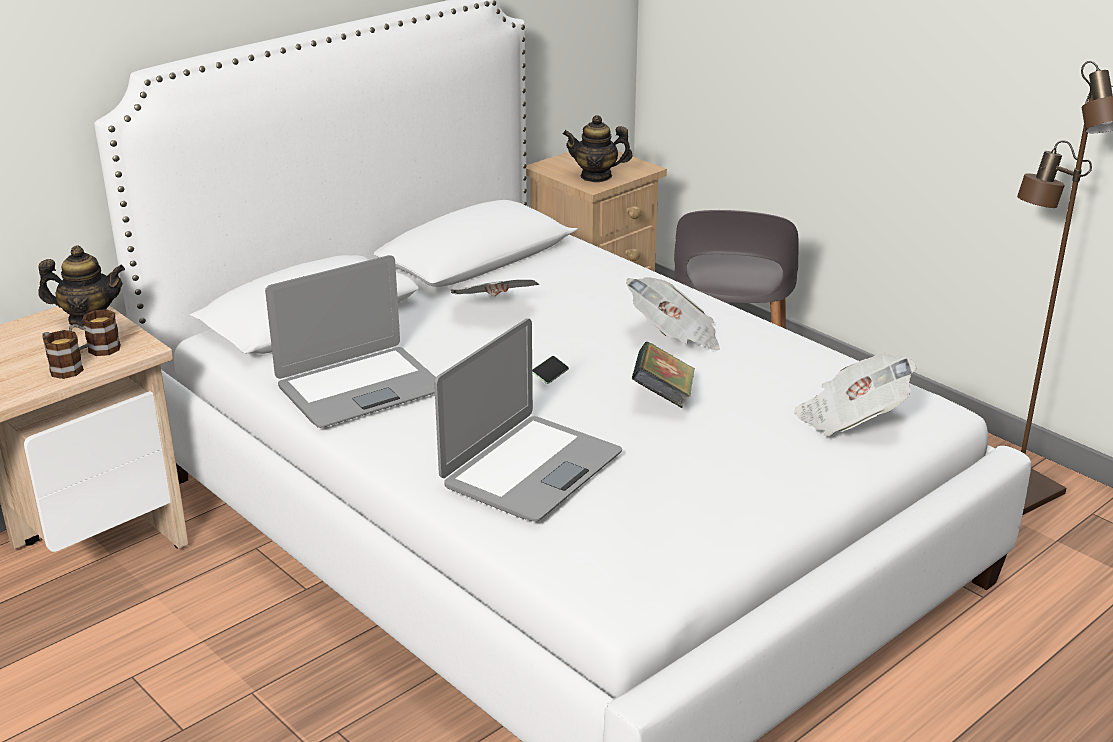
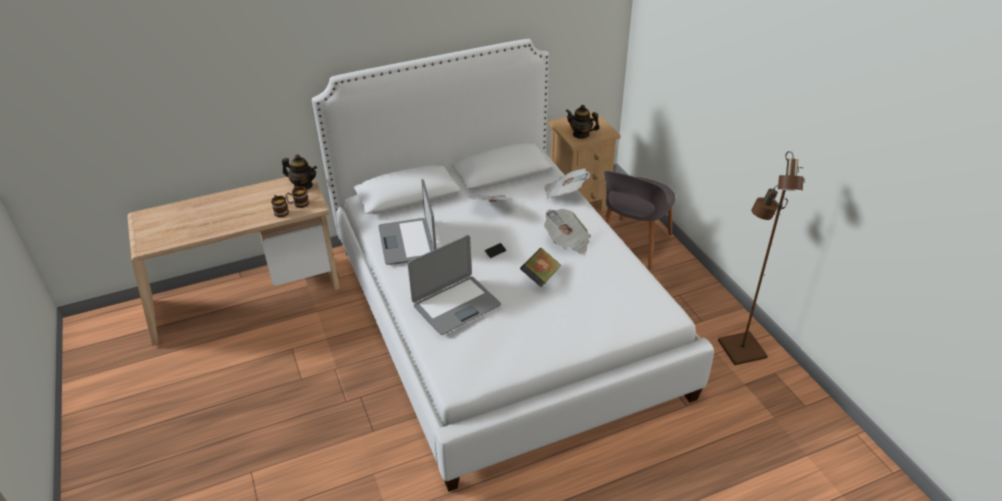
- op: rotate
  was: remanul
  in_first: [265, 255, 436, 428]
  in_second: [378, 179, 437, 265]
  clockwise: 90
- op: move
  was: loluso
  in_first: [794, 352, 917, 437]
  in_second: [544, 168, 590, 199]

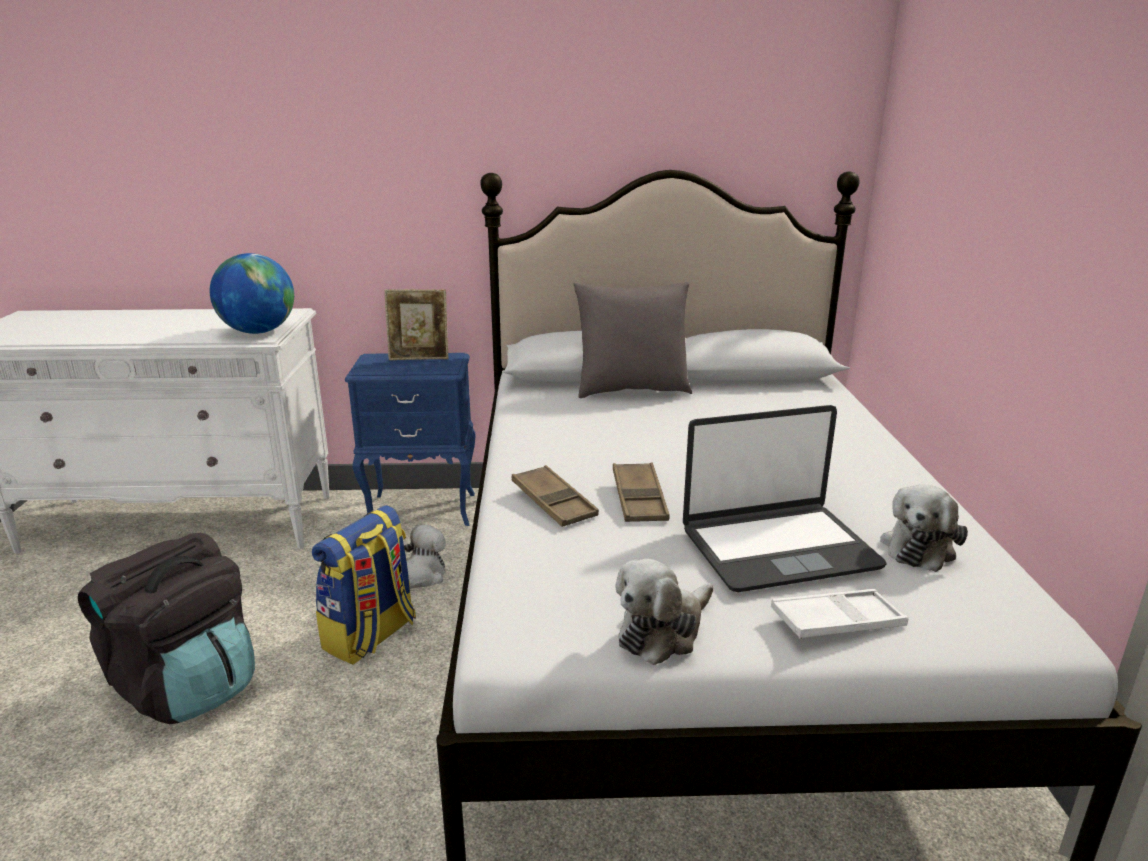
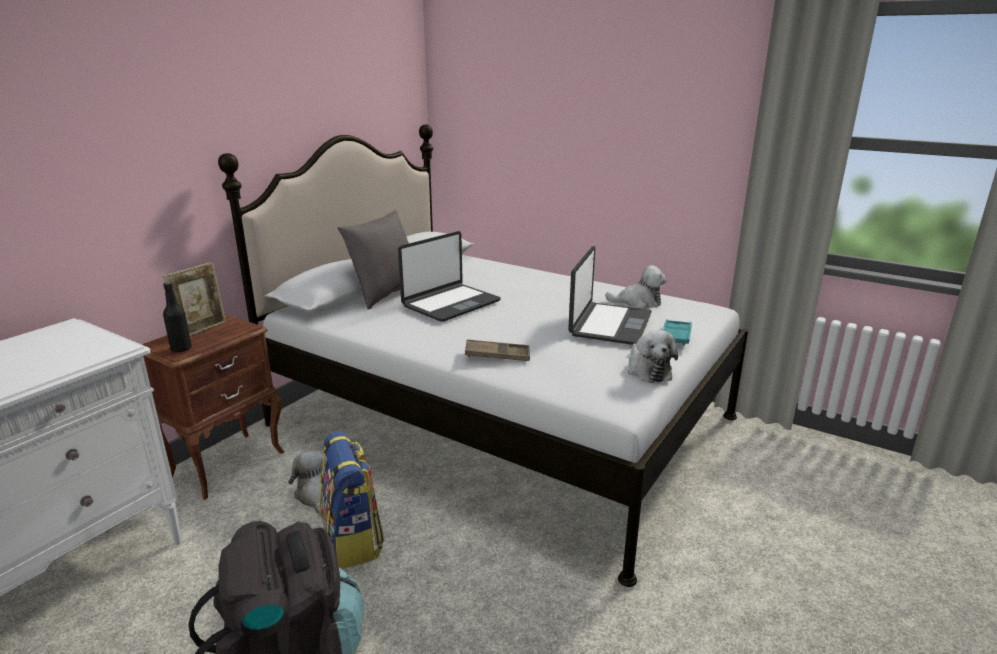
- op: delete
  was: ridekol
  in_first: [210, 253, 294, 334]
- op: recolor
  was: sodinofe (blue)
  now: sodinofe (brown)
  in_first: [345, 353, 476, 526]
  in_second: [142, 314, 284, 500]
- op: delete
  was: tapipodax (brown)
  in_first: [613, 463, 670, 522]
- op: rotate
  was: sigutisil
  in_first: [880, 484, 968, 572]
  in_second: [605, 265, 667, 309]
  clockwise: -60
- op: recolor
  was: tapipodax (white)
  now: tapipodax (turquoise)
  in_first: [771, 589, 908, 639]
  in_second: [663, 320, 692, 346]
- op: insert
  now: remanul
  in_second: [398, 231, 501, 322]
- op: insert
  now: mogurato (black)
  in_second: [163, 282, 192, 353]

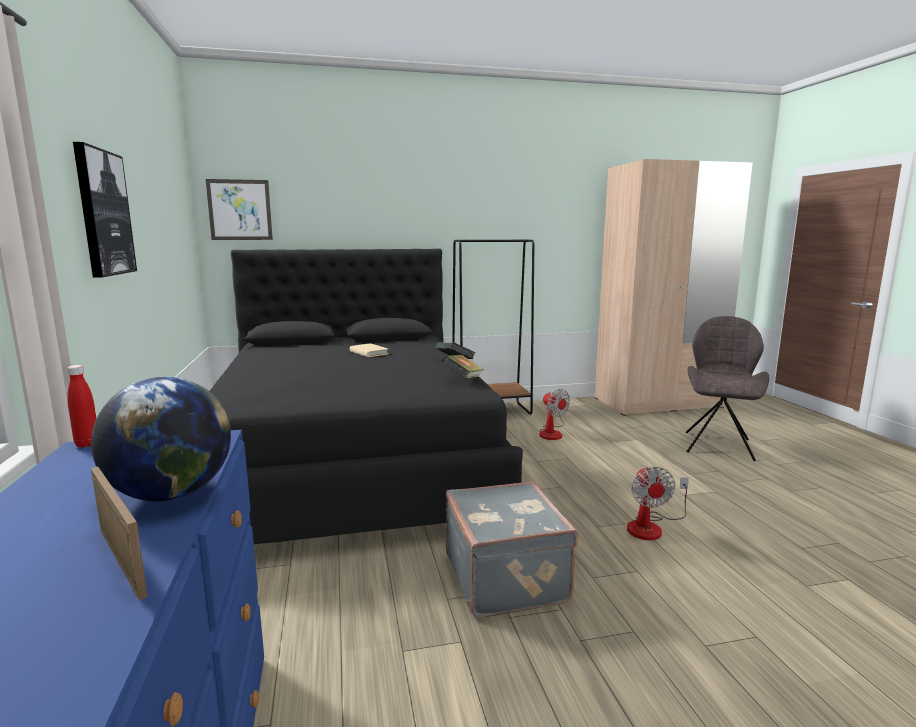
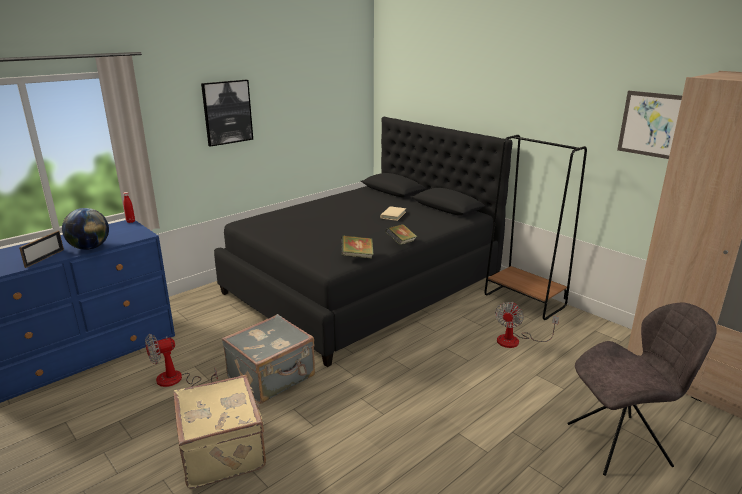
- op: move
  was: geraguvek
  in_first: [206, 179, 273, 240]
  in_second: [617, 91, 682, 159]
- op: move
  was: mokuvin
  in_first: [627, 467, 689, 540]
  in_second: [145, 334, 218, 387]
- op: insert
  now: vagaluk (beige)
  in_second: [173, 375, 266, 489]

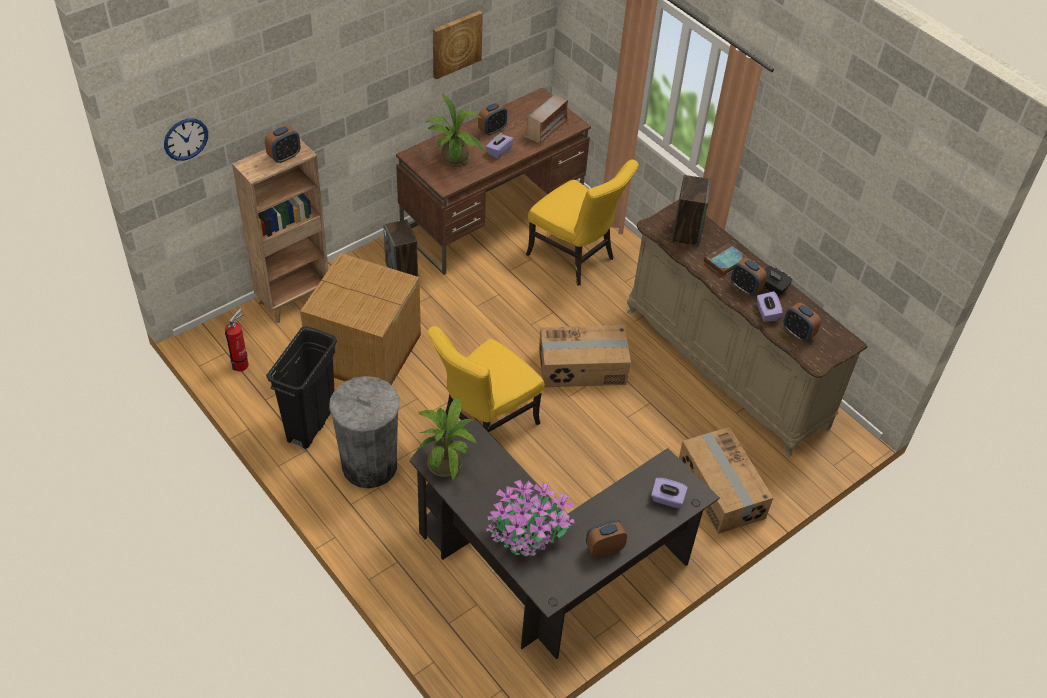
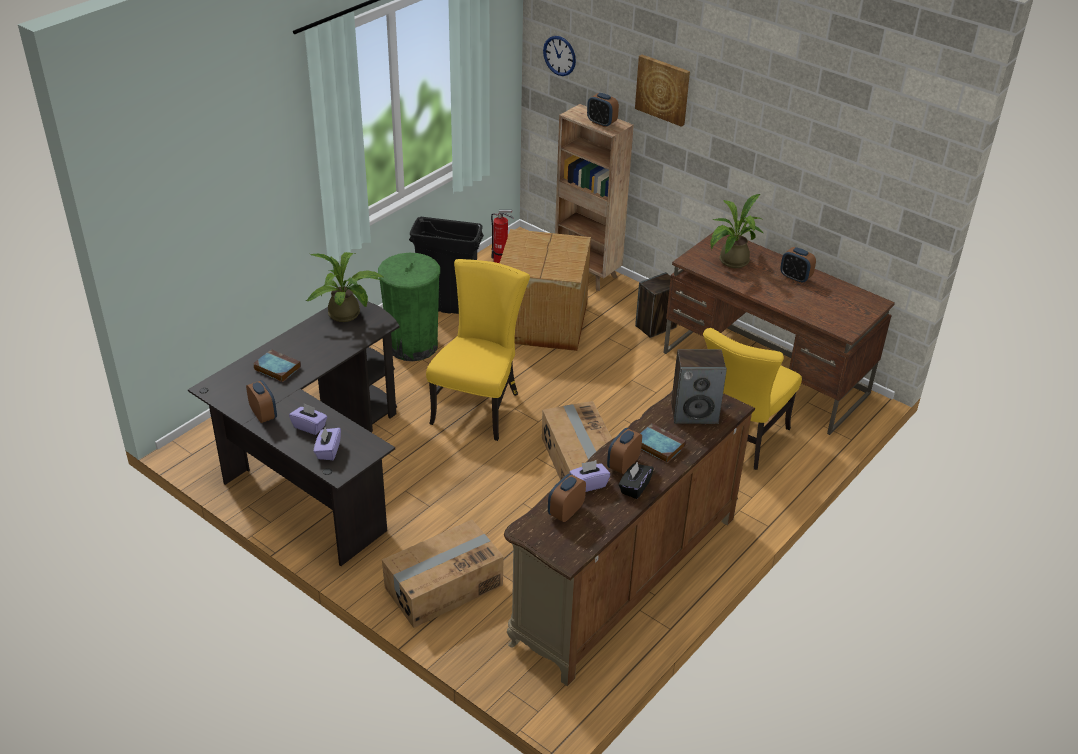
- op: move
  was: geraguvek
  in_first: [433, 10, 483, 79]
  in_second: [635, 54, 690, 127]
- op: delete
  was: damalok
  in_first: [524, 93, 569, 145]
- op: move
  was: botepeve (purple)
  in_first: [486, 132, 514, 159]
  in_second: [289, 403, 328, 435]
- op: rotate
  was: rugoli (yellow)
  in_first: [427, 326, 545, 433]
  in_second: [426, 259, 530, 441]
  clockwise: 75
- op: recolor
  was: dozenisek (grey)
  now: dozenisek (green)
  in_first: [329, 376, 400, 488]
  in_second: [378, 253, 440, 361]
- op: replace
  was: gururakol
  now: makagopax
  in_first: [486, 480, 574, 556]
  in_second: [253, 349, 301, 382]

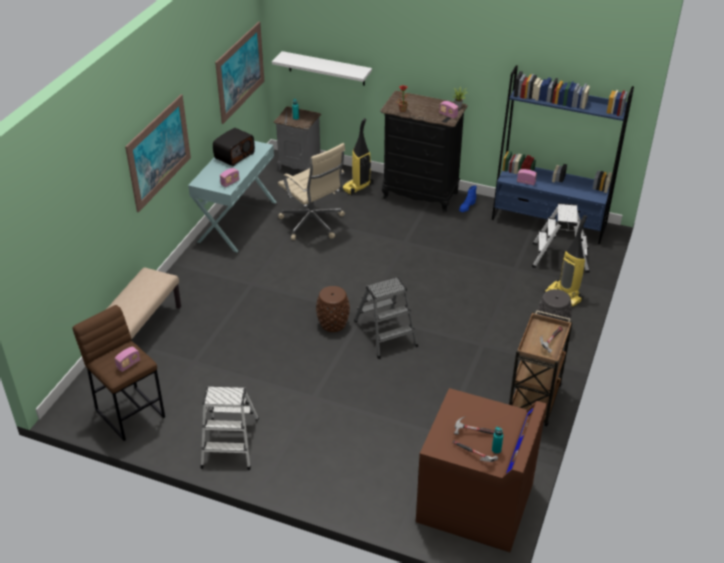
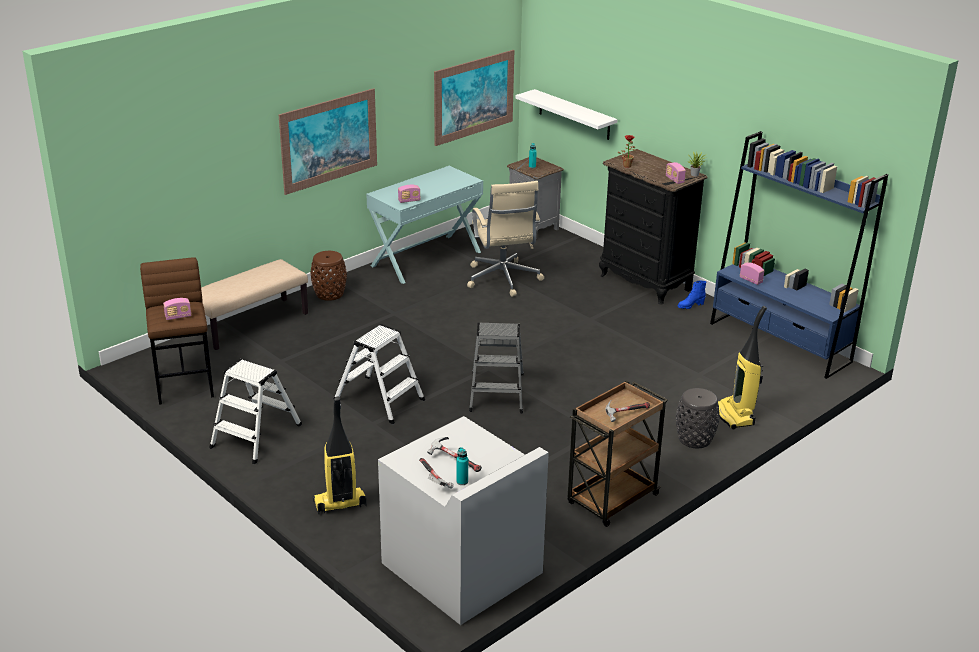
- op: move
  was: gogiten
  in_first: [340, 118, 373, 195]
  in_second: [313, 396, 367, 514]
- op: delete
  was: damalok
  in_first: [213, 128, 255, 166]
- op: move
  was: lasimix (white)
  in_first: [532, 203, 590, 273]
  in_second: [333, 324, 425, 424]
- op: move
  was: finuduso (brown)
  in_first: [316, 286, 350, 332]
  in_second: [311, 251, 347, 301]
- op: recolor
  was: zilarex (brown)
  now: zilarex (white)
  in_first: [416, 388, 547, 552]
  in_second: [378, 416, 549, 625]

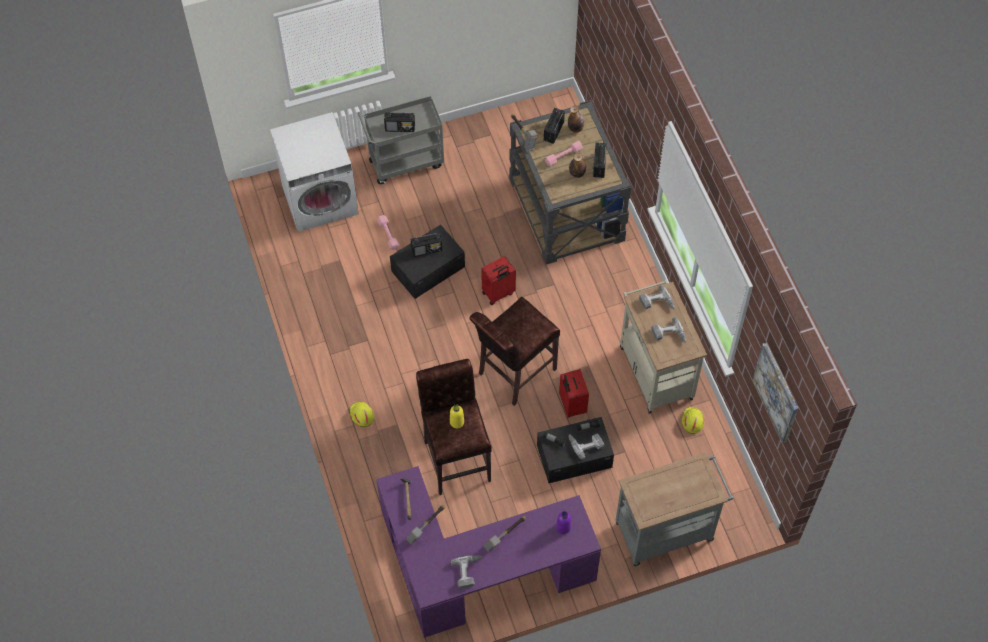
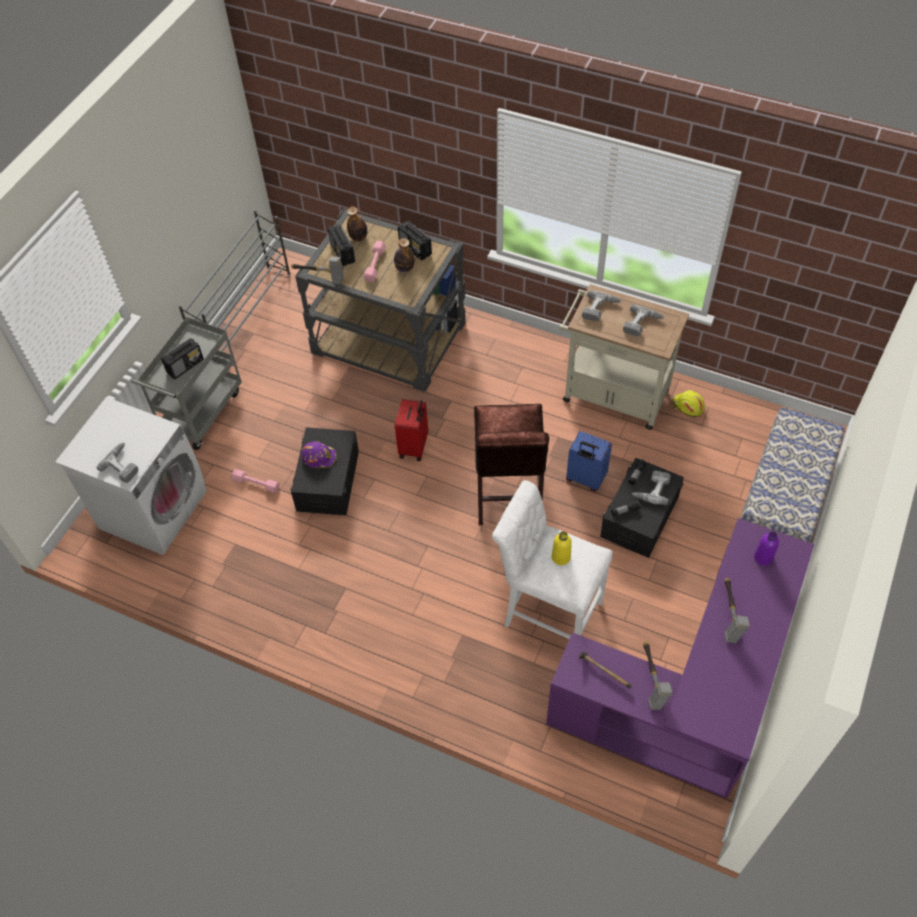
- op: replace
  was: damalok
  now: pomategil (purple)
  in_first: [411, 233, 442, 257]
  in_second: [301, 441, 337, 468]
- op: delete
  was: geraguvek
  in_first: [752, 343, 798, 443]
- op: recolor
  was: finuduso (brown)
  now: finuduso (white)
  in_first: [416, 359, 492, 495]
  in_second: [492, 480, 613, 639]
- op: recolor
  was: vagaluk (red)
  now: vagaluk (blue)
  in_first: [559, 369, 589, 418]
  in_second: [566, 431, 612, 491]
- op: delete
  was: pomategil (yellow)
  in_first: [349, 402, 375, 427]
- op: replace
  was: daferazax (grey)
  now: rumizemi
  in_first: [616, 452, 734, 566]
  in_second: [741, 407, 845, 543]
- op: move
  was: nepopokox
  in_first: [451, 555, 483, 589]
  in_second: [97, 443, 138, 483]
- op: insert
  now: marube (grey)
  in_second: [178, 209, 290, 352]

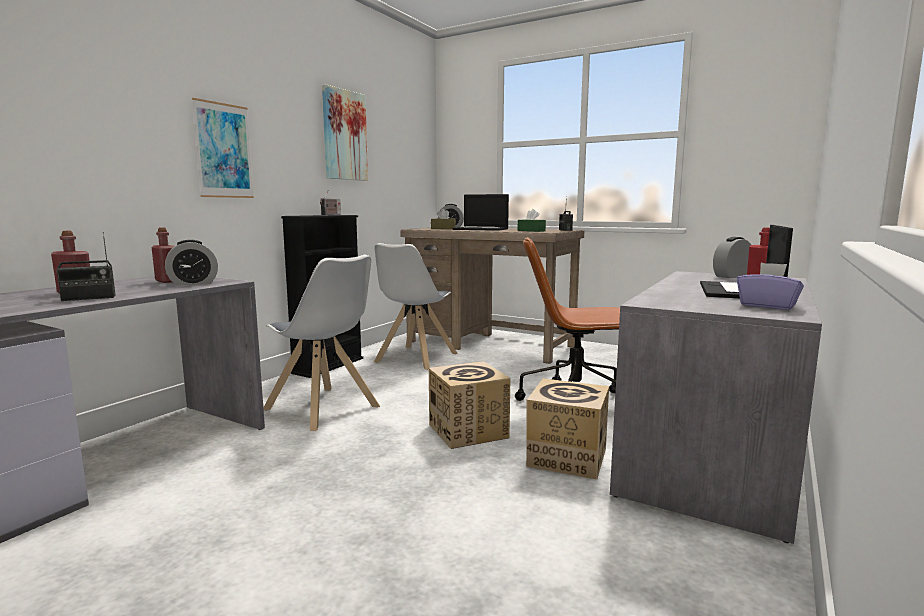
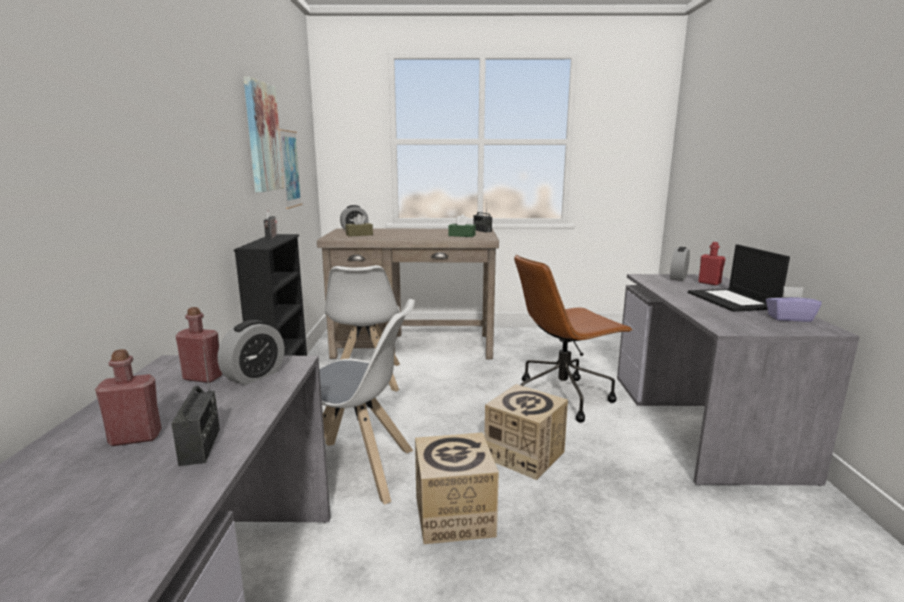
- op: move
  was: geraguvek
  in_first: [192, 98, 254, 198]
  in_second: [279, 129, 302, 209]
- op: delete
  was: remanul
  in_first: [452, 194, 509, 231]
- op: rotate
  was: damalok
  in_first: [57, 232, 115, 301]
  in_second: [171, 346, 220, 466]
  clockwise: -45
- op: move
  was: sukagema
  in_first: [526, 378, 609, 480]
  in_second: [415, 432, 499, 544]

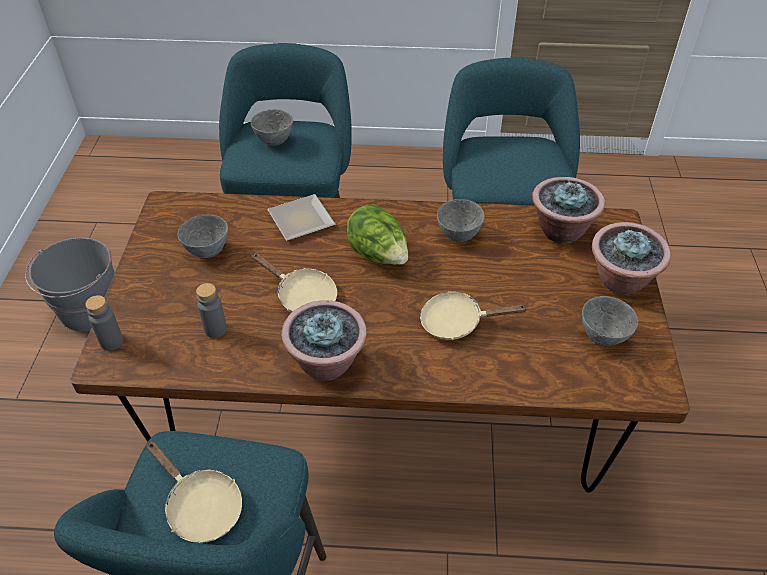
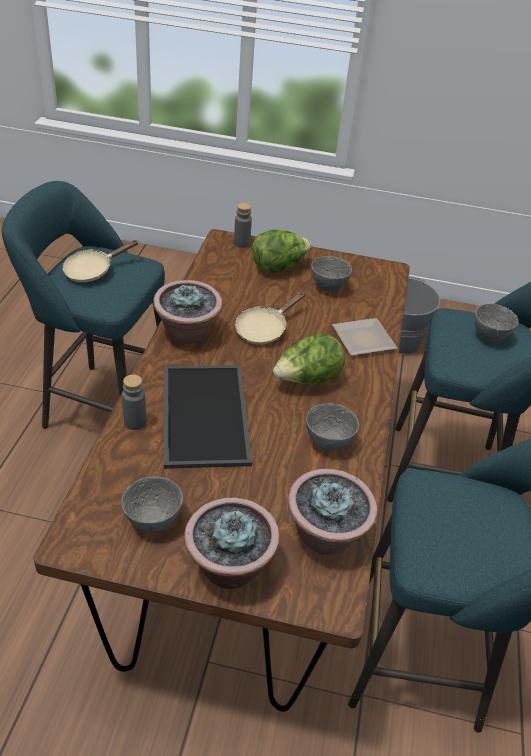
- op: move
  was: mogurato (grey)
  in_first: [196, 283, 227, 338]
  in_second: [122, 374, 146, 430]
- op: replace
  was: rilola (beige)
  now: tapipodax
  in_first: [420, 291, 528, 340]
  in_second: [164, 365, 252, 469]
- op: insert
  now: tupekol
  in_second: [252, 229, 312, 273]

